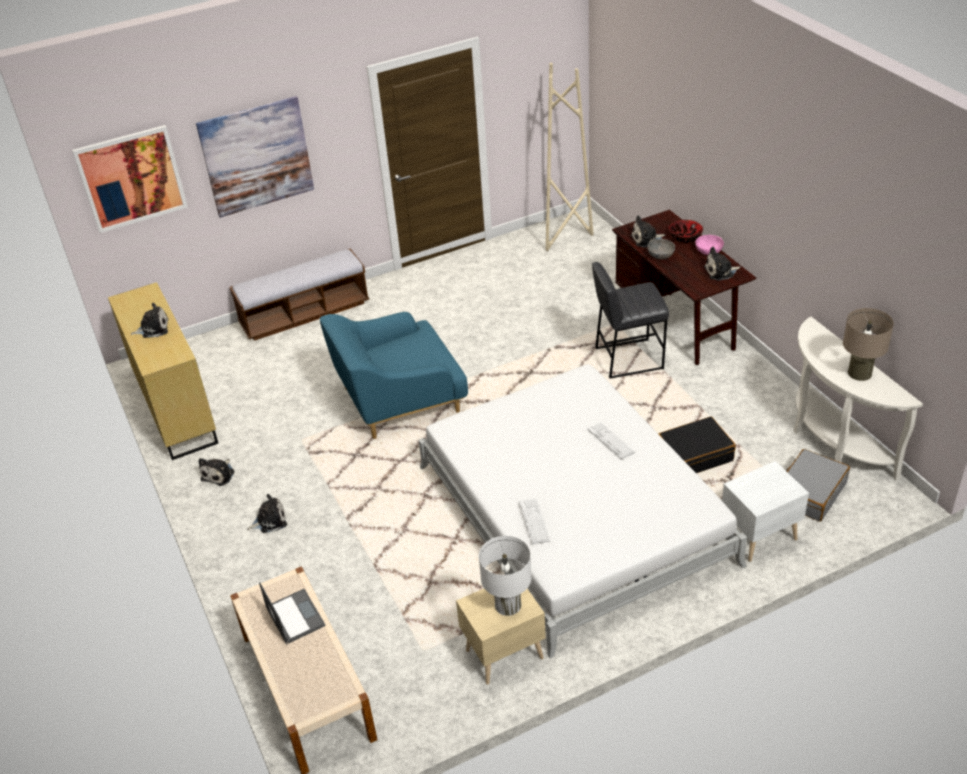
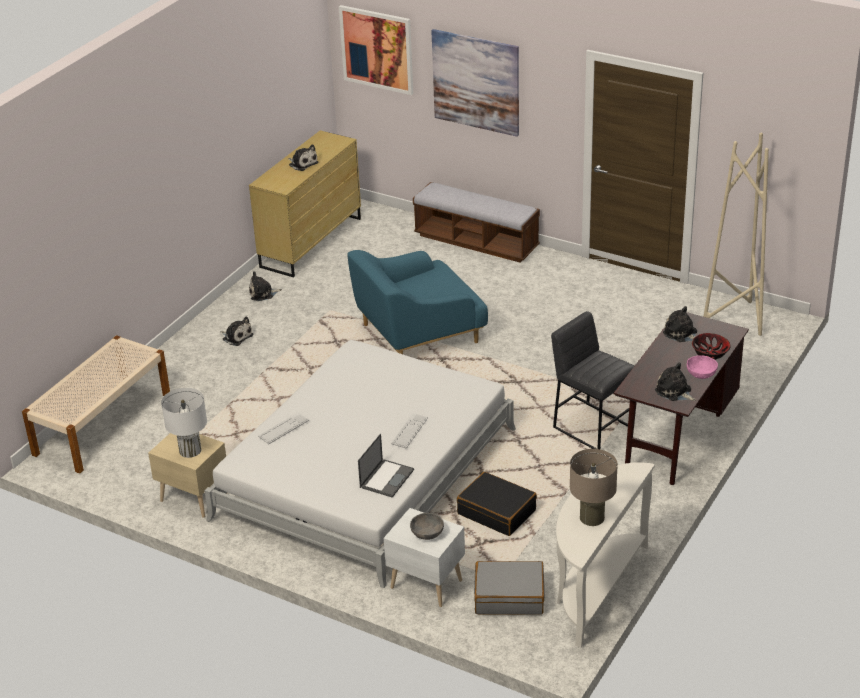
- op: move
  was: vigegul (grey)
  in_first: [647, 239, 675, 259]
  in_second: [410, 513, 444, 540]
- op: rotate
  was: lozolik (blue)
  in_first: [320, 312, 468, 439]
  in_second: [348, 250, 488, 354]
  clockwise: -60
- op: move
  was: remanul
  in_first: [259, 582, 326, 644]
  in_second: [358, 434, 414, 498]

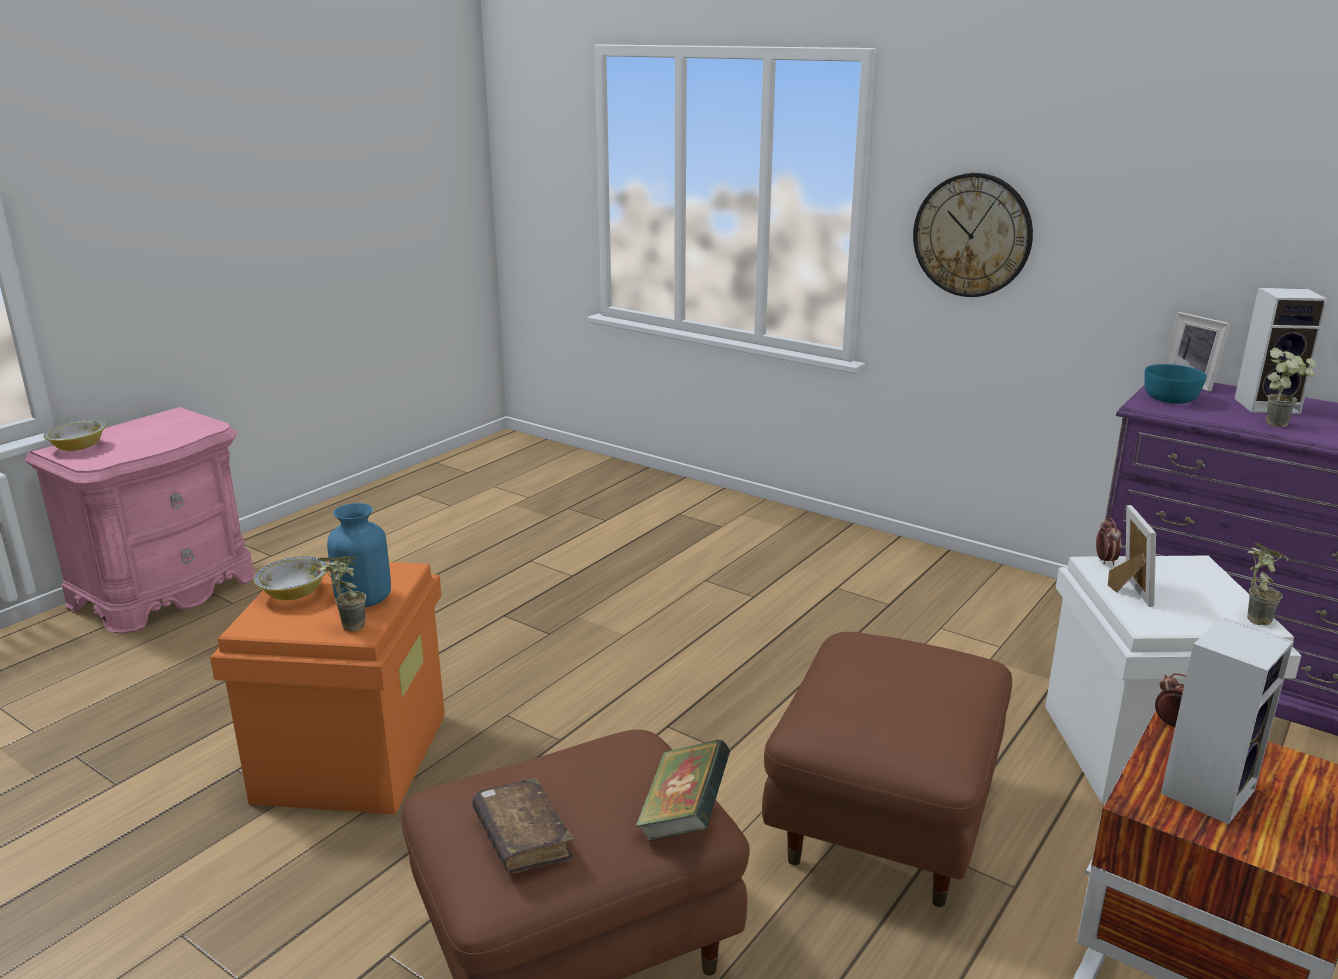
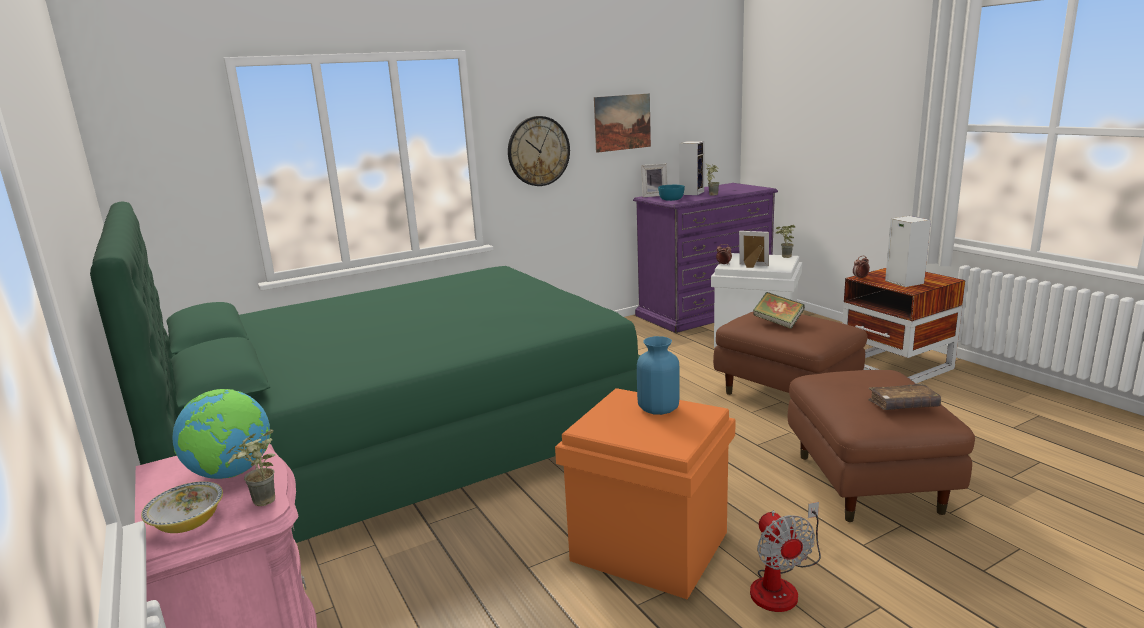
- op: delete
  was: vigegul
  in_first: [254, 556, 327, 600]
- op: move
  was: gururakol
  in_first: [318, 556, 366, 632]
  in_second: [227, 429, 275, 506]
- op: move
  was: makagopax
  in_first: [635, 739, 730, 842]
  in_second: [753, 292, 805, 329]
- op: insert
  now: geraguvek
  in_second: [594, 93, 651, 153]
- op: insert
  now: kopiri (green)
  in_second: [90, 201, 641, 543]
- op: insert
  now: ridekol
  in_second: [172, 389, 271, 479]
- op: insert
  now: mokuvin
  in_second: [750, 502, 821, 612]

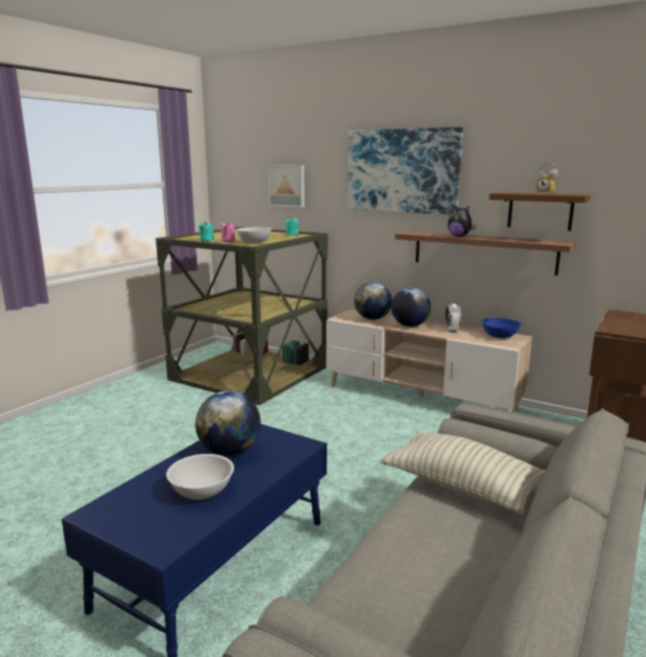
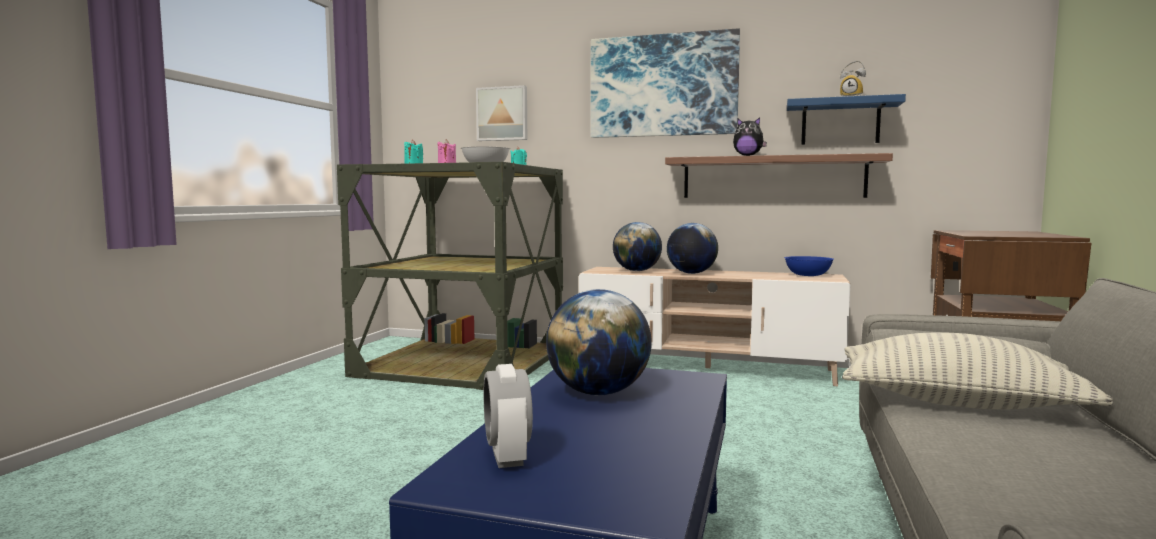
- op: recolor
  was: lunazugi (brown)
  now: lunazugi (blue)
  in_first: [489, 192, 590, 231]
  in_second: [787, 94, 906, 145]
- op: move
  was: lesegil
  in_first: [445, 304, 461, 332]
  in_second: [484, 364, 533, 468]
- op: delete
  was: vigegul (white)
  in_first: [166, 454, 234, 500]

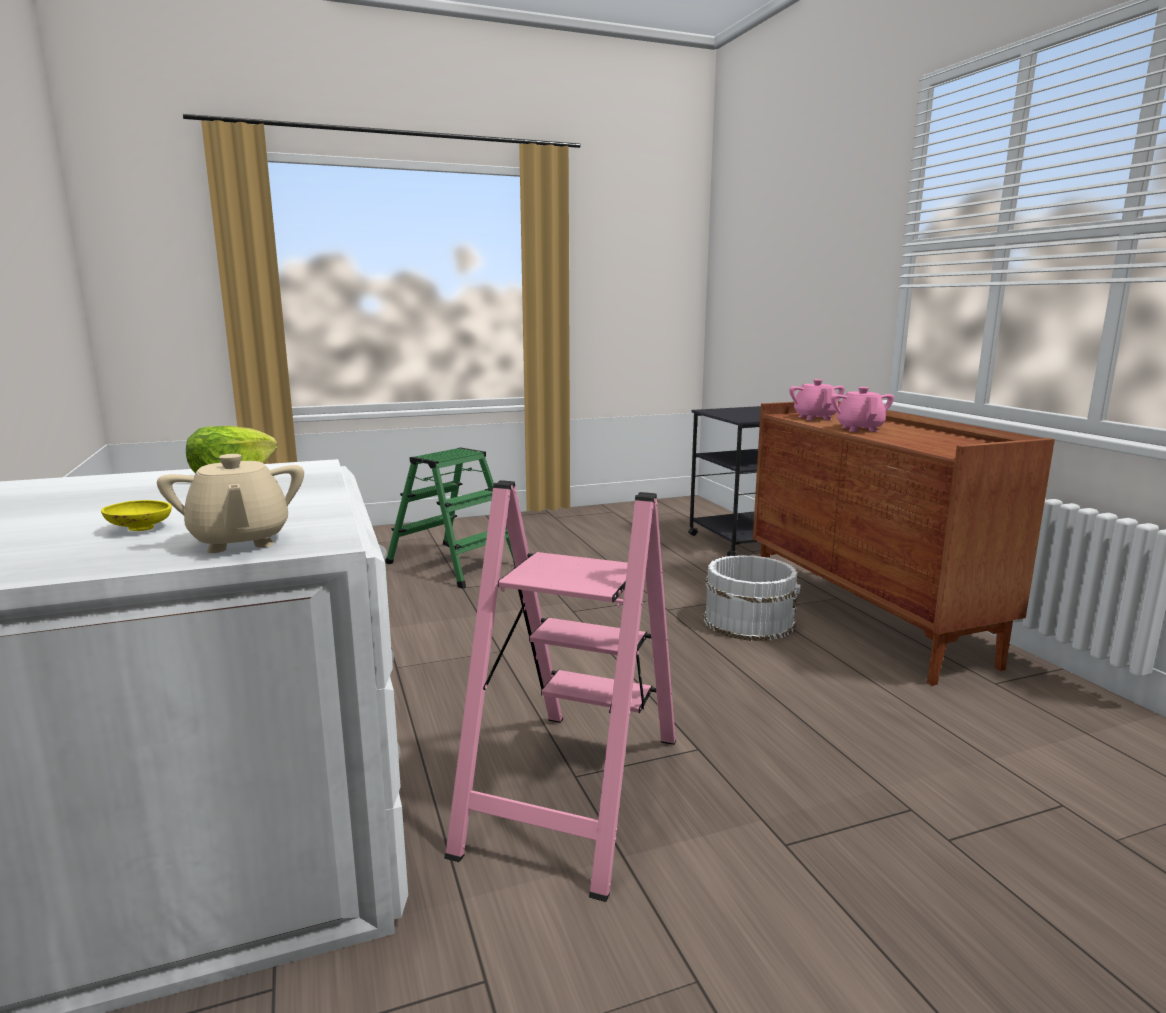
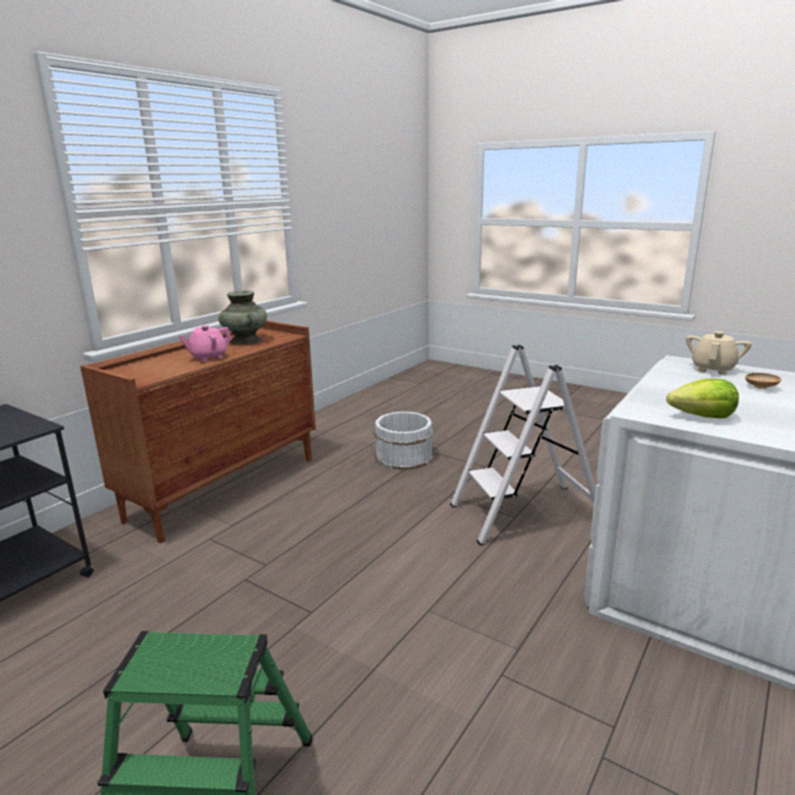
- op: delete
  was: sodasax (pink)
  in_first: [789, 379, 845, 420]
- op: recolor
  was: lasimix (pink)
  now: lasimix (white)
  in_first: [444, 480, 676, 902]
  in_second: [450, 345, 596, 546]
- op: recolor
  was: vigegul (yellow)
  now: vigegul (brown)
  in_first: [101, 500, 172, 531]
  in_second: [745, 373, 781, 389]
- op: move
  was: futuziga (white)
  in_first: [703, 555, 801, 641]
  in_second: [374, 411, 433, 470]
- op: insert
  now: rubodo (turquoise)
  in_second: [218, 290, 267, 345]

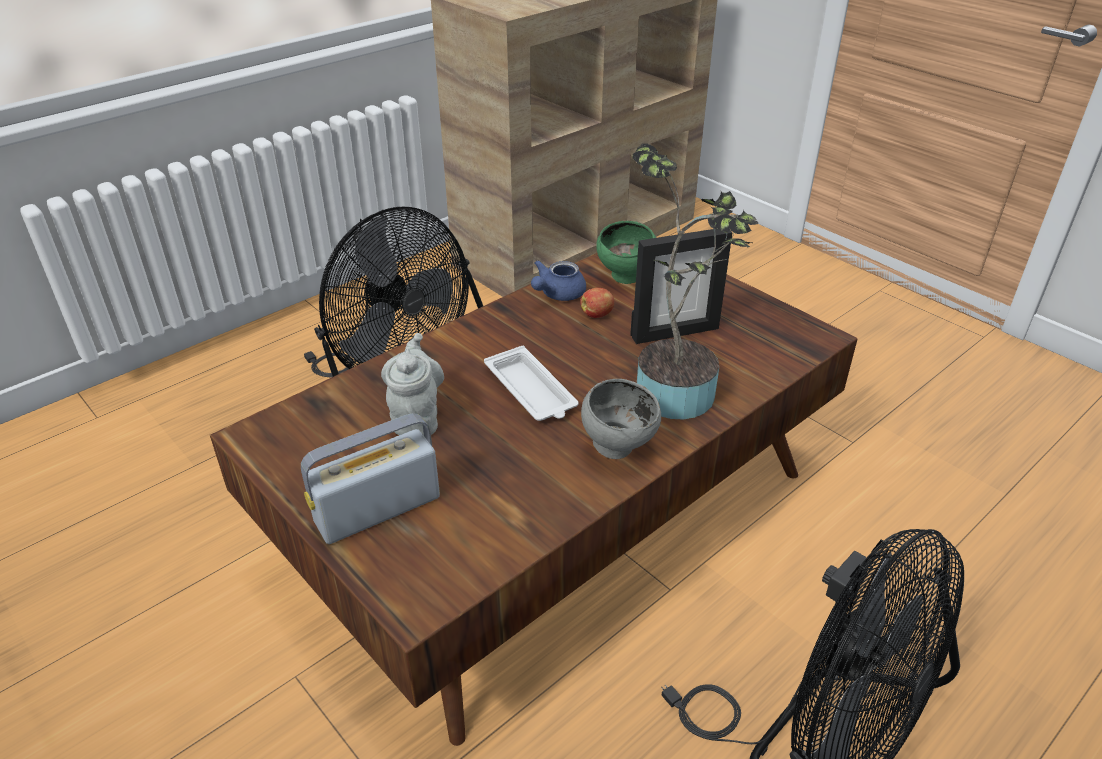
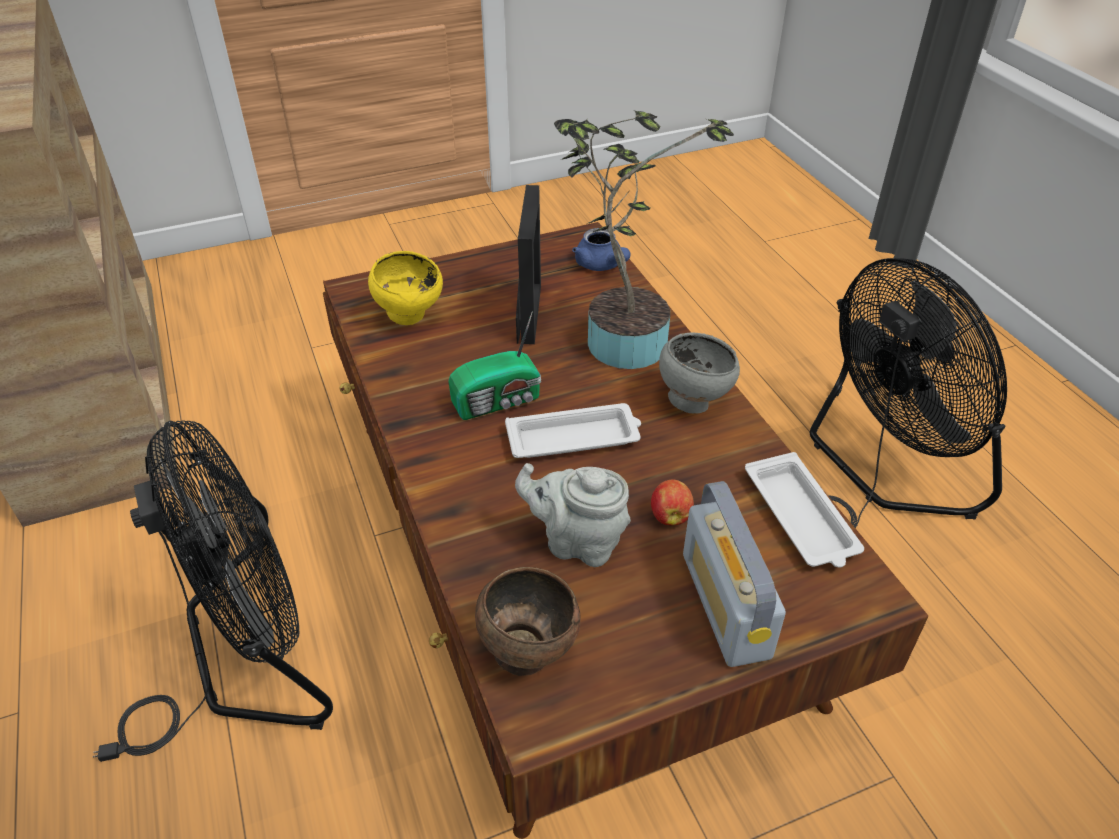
- op: recolor
  was: vigegul (green)
  now: vigegul (yellow)
  in_first: [596, 221, 656, 284]
  in_second: [368, 251, 443, 325]
- op: move
  was: sodasax (blue)
  in_first: [531, 260, 586, 301]
  in_second: [572, 228, 630, 271]
- op: move
  was: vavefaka
  in_first: [580, 288, 614, 318]
  in_second: [651, 479, 694, 525]
- op: insert
  now: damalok
  in_second: [448, 311, 541, 420]
- op: insert
  now: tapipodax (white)
  in_second: [745, 452, 864, 568]
- op: insert
  now: vigegul (brown)
  in_second: [475, 567, 580, 676]

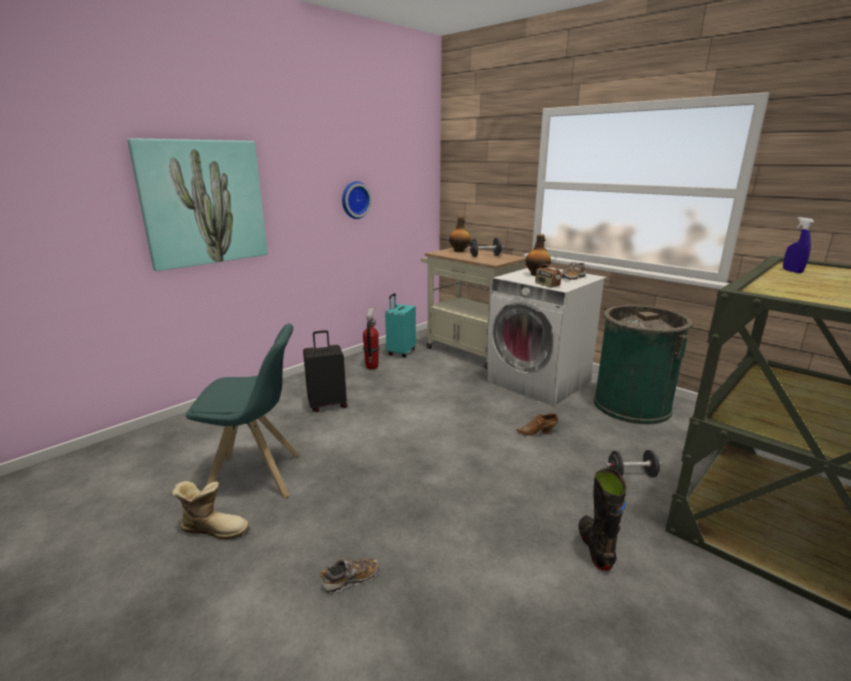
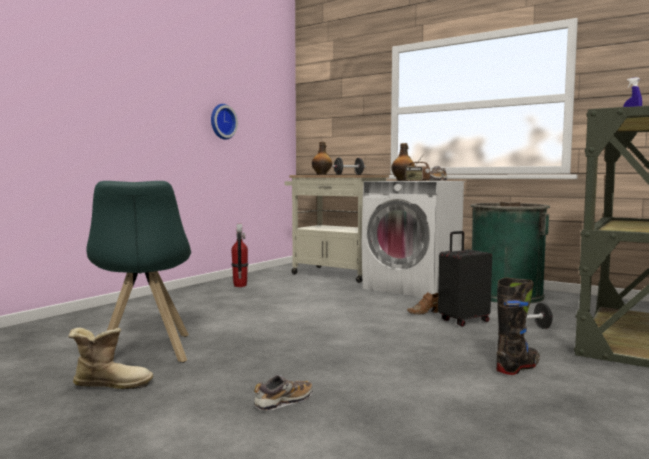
- op: delete
  was: geraguvek
  in_first: [127, 138, 268, 271]
- op: delete
  was: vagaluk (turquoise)
  in_first: [385, 293, 416, 357]
- op: rotate
  was: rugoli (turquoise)
  in_first: [186, 323, 300, 498]
  in_second: [86, 181, 191, 363]
  clockwise: 90
- op: move
  was: vagaluk (black)
  in_first: [303, 330, 347, 412]
  in_second: [438, 231, 492, 326]
- op: rotate
  was: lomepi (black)
  in_first: [579, 468, 627, 571]
  in_second: [496, 277, 540, 375]
  clockwise: 60

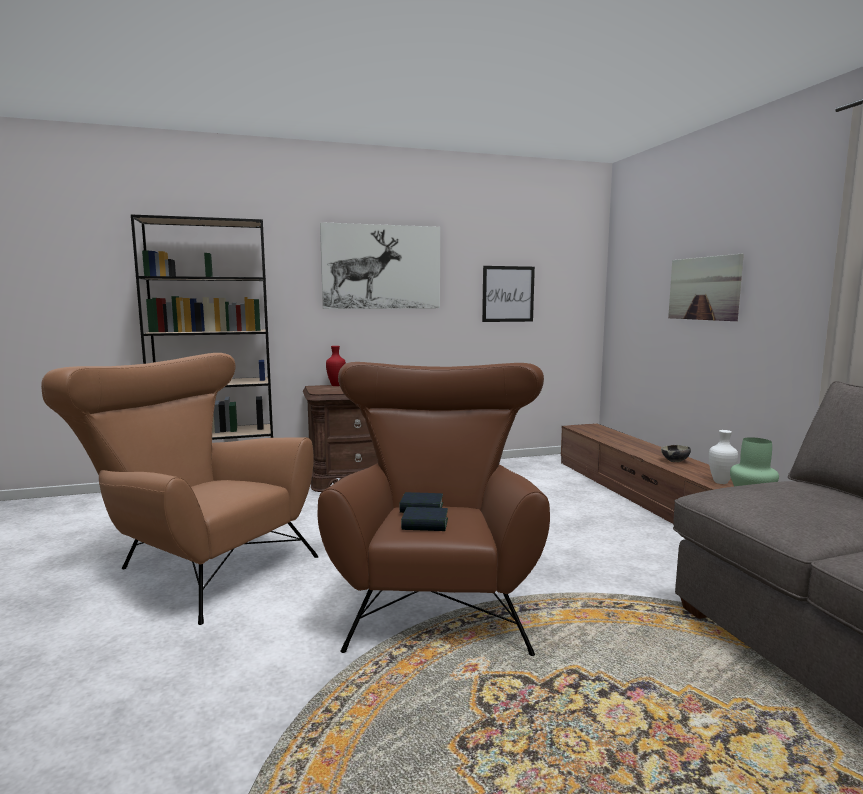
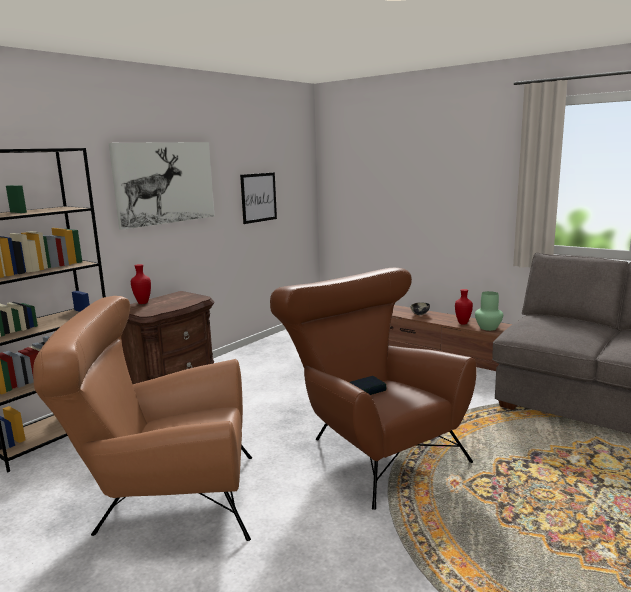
- op: delete
  was: geraguvek
  in_first: [668, 254, 744, 321]
- op: recolor
  was: rubodo (white)
  now: rubodo (red)
  in_first: [709, 430, 738, 484]
  in_second: [455, 289, 473, 325]
- op: delete
  was: makagopax
  in_first: [401, 507, 448, 531]

